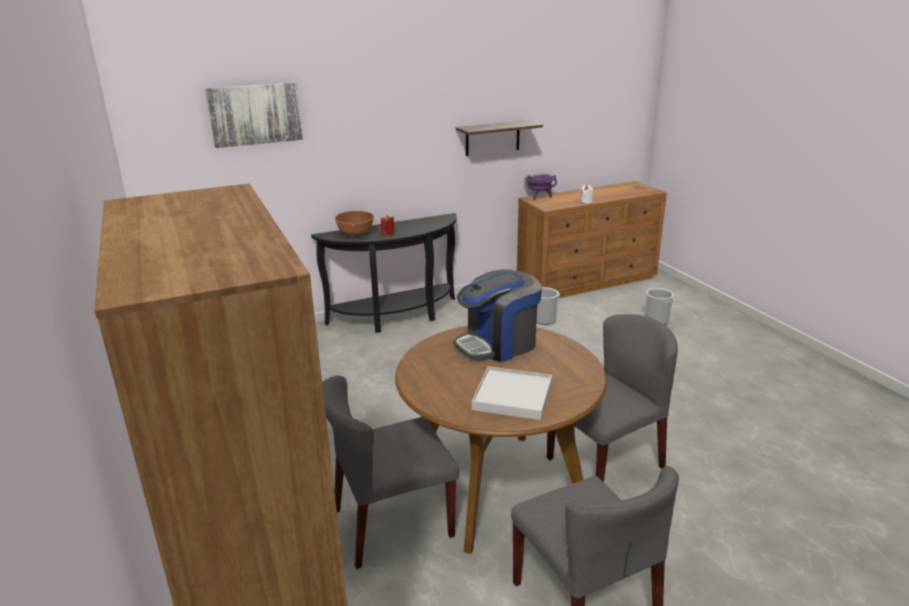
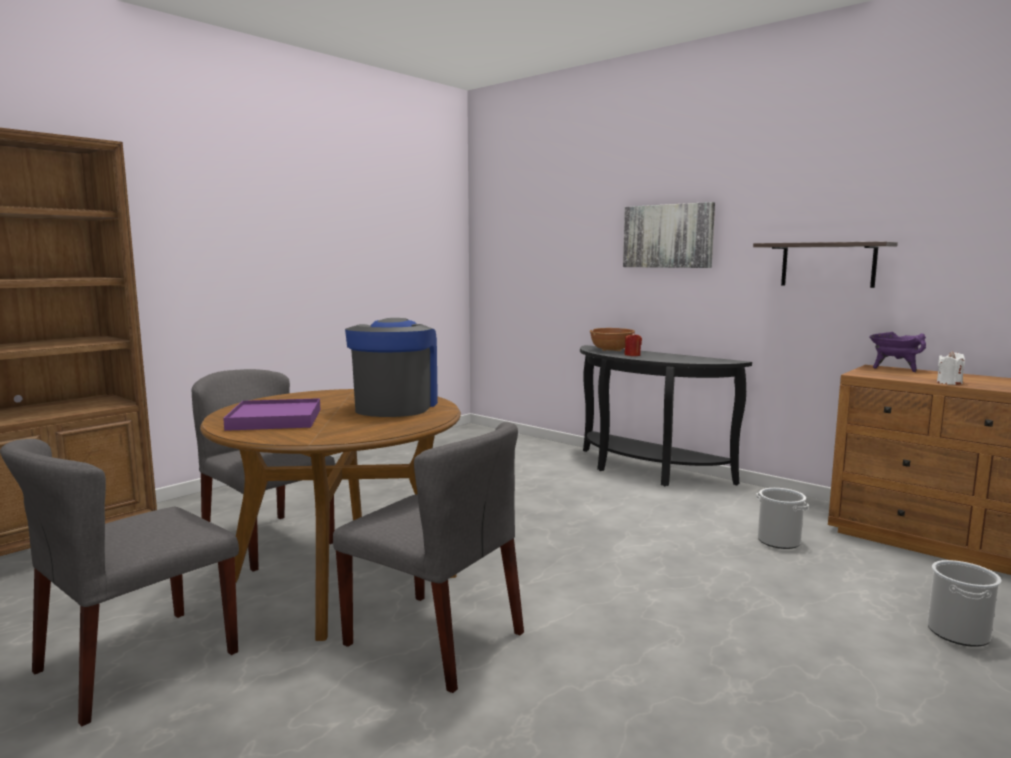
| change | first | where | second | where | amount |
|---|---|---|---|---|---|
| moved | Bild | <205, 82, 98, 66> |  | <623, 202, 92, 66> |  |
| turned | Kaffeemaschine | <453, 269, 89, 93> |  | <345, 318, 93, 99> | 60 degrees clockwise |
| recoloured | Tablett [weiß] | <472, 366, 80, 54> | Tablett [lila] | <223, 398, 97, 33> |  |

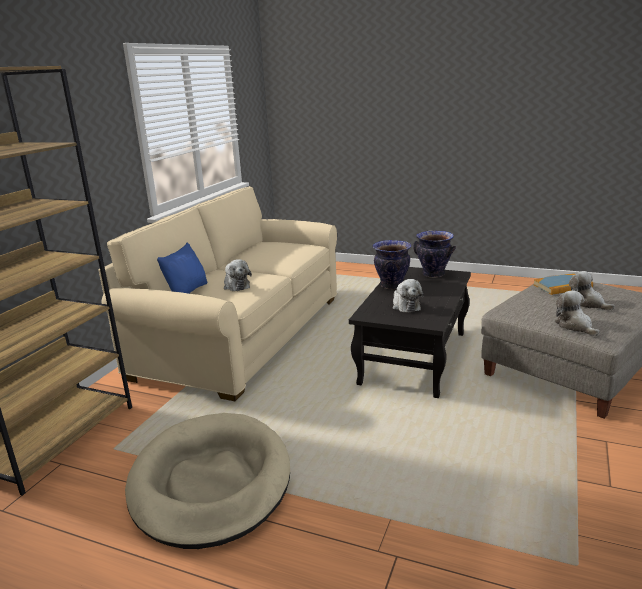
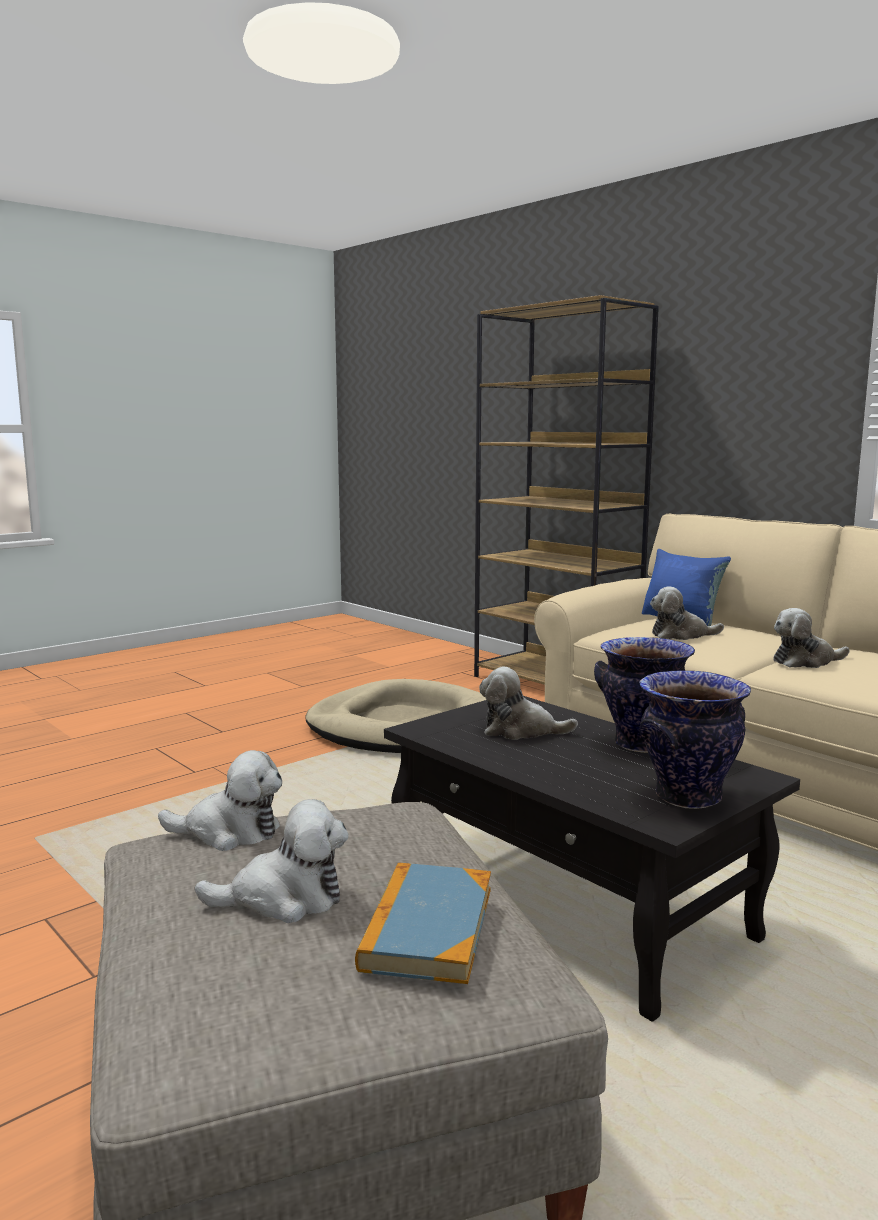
| change | first | where | second | where | amount |
|---|---|---|---|---|---|
| added |  |  | Plüschtier | <773, 608, 76, 60> |  |

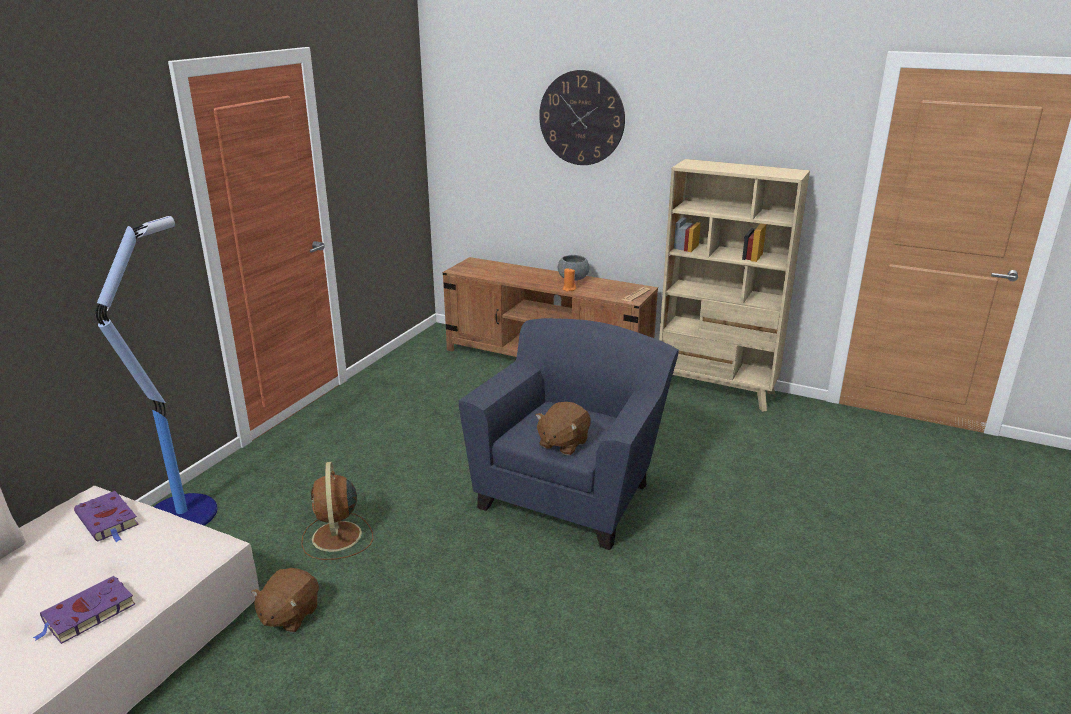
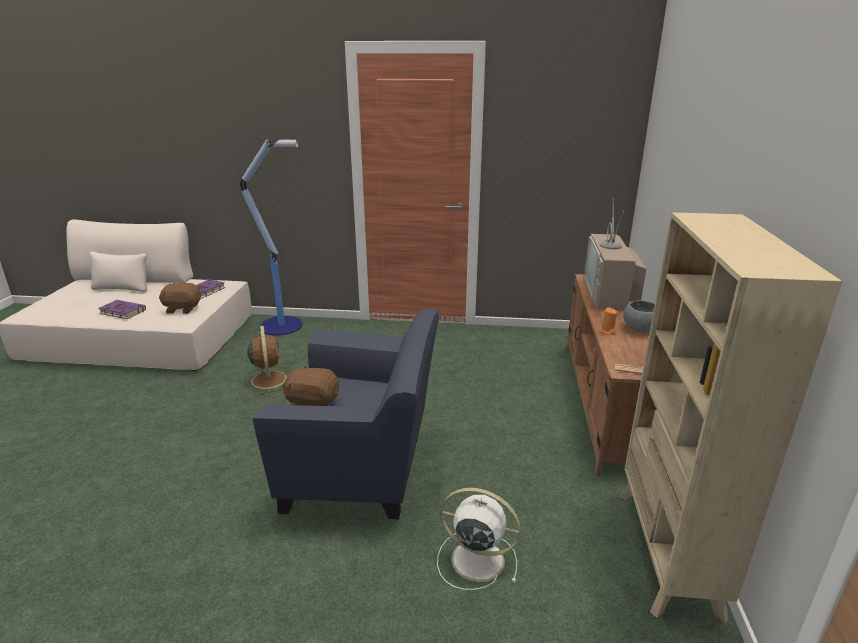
| change | first | where | second | where | amount |
|---|---|---|---|---|---|
| moved | Plüschtier [braun] | <251, 568, 68, 65> |  | <159, 282, 42, 32> |  |
| turned | Ventilator [braun] | <301, 462, 72, 98> |  | <243, 326, 49, 69> | 105 degrees clockwise |
| removed | Wanduhr | <539, 70, 86, 95> |  |  |  |
| added |  |  | Ventilator [weiß] | <437, 488, 84, 102> |  |
| added |  |  | Fernseher | <584, 204, 63, 106> |  |

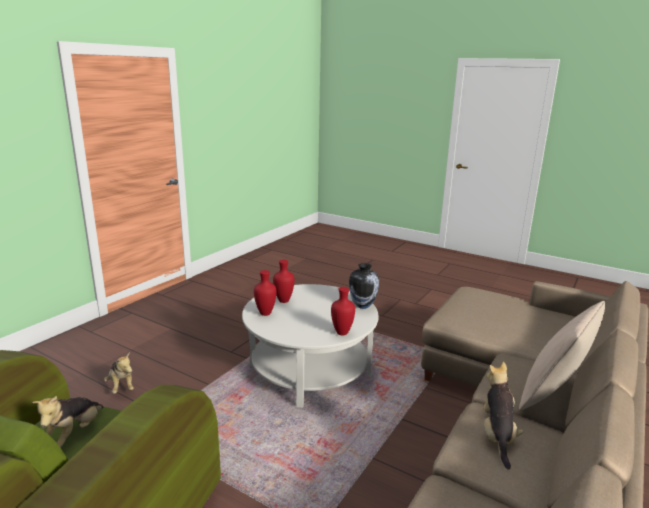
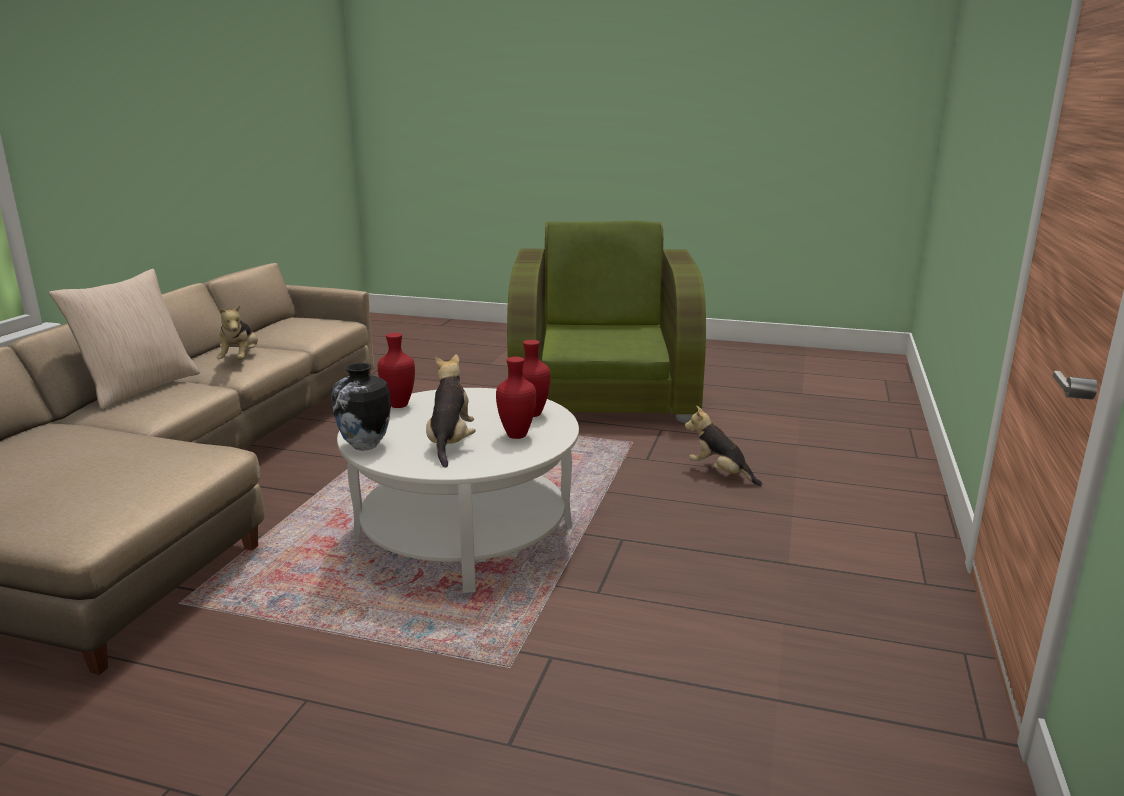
| change | first | where | second | where | amount |
|---|---|---|---|---|---|
| moved | Plüschtier | <32, 396, 71, 52> |  | <426, 354, 50, 114> |  |

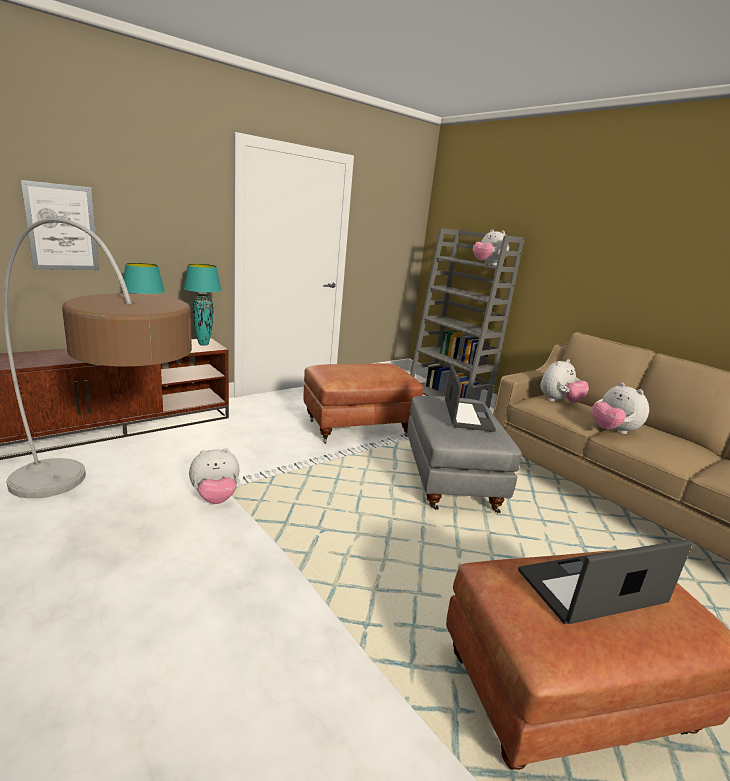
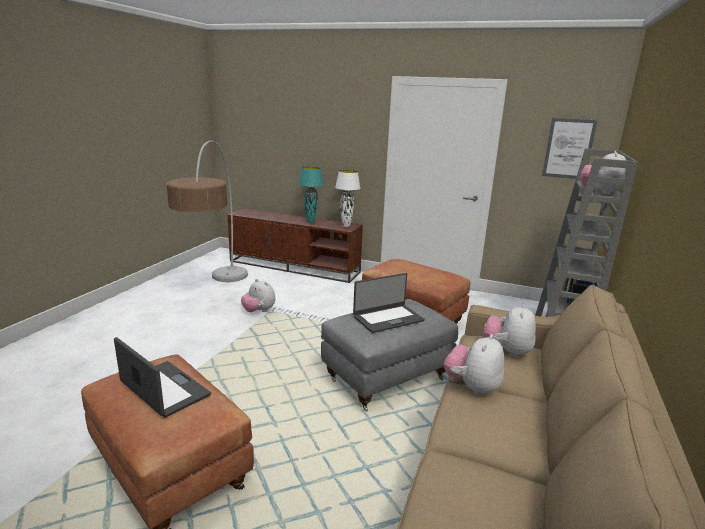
| change | first | where | second | where | amount |
|---|---|---|---|---|---|
| moved | Bild | <21, 180, 78, 90> |  | <542, 118, 56, 61> |  |
| recoloured | Tischlampe [türkis] | <183, 264, 39, 82> | Tischlampe [weiß] | <335, 170, 25, 57> |  |
| turned | Plüschtier | <540, 359, 49, 44> |  | <483, 304, 53, 54> | 90 degrees clockwise |

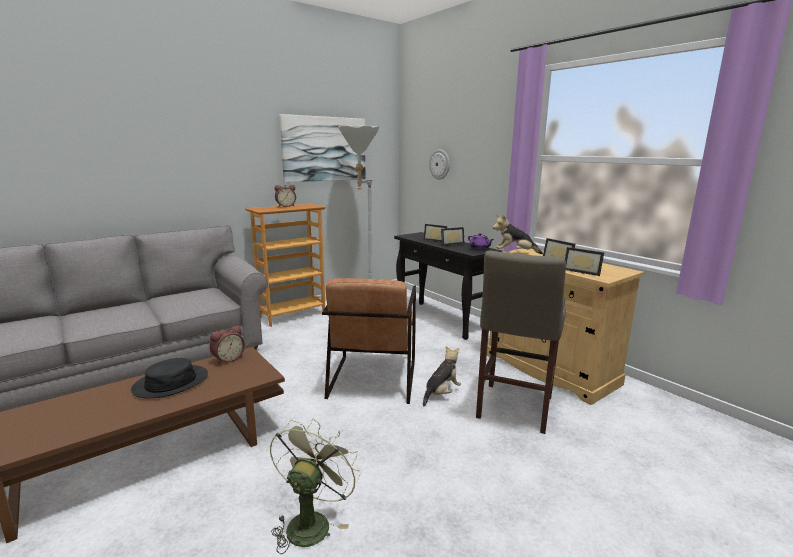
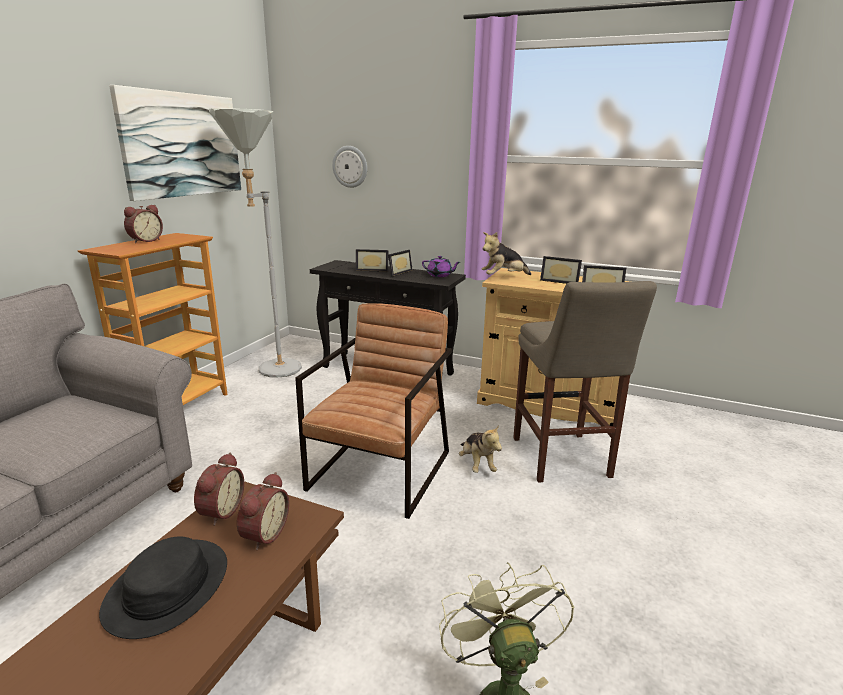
| change | first | where | second | where | amount |
|---|---|---|---|---|---|
| turned | Sessel [braun] | <322, 278, 94, 126> |  | <295, 303, 157, 216> | 135 degrees counterclockwise |
| turned | Plüschtier | <423, 346, 38, 60> |  | <459, 425, 43, 48> | 150 degrees clockwise |
| added |  |  | Wecker | <237, 472, 52, 78> |  |

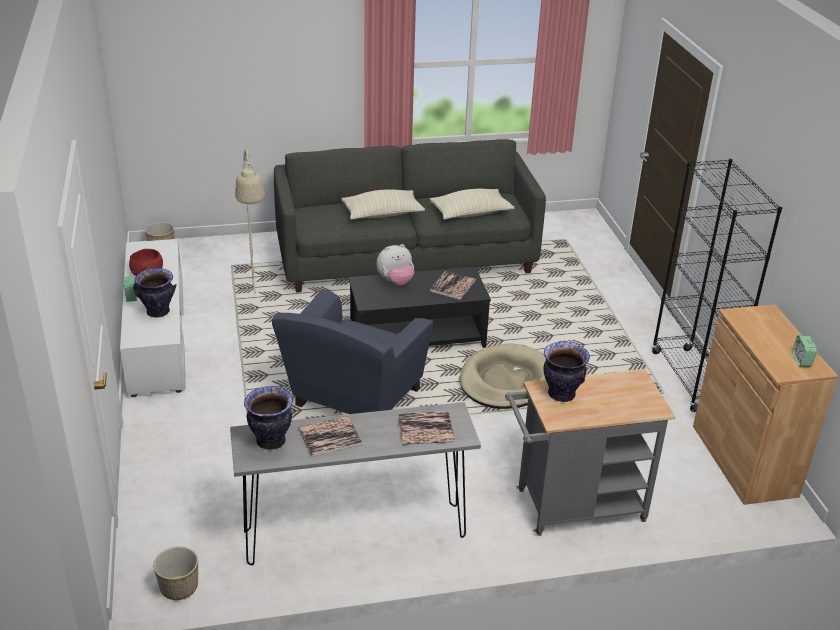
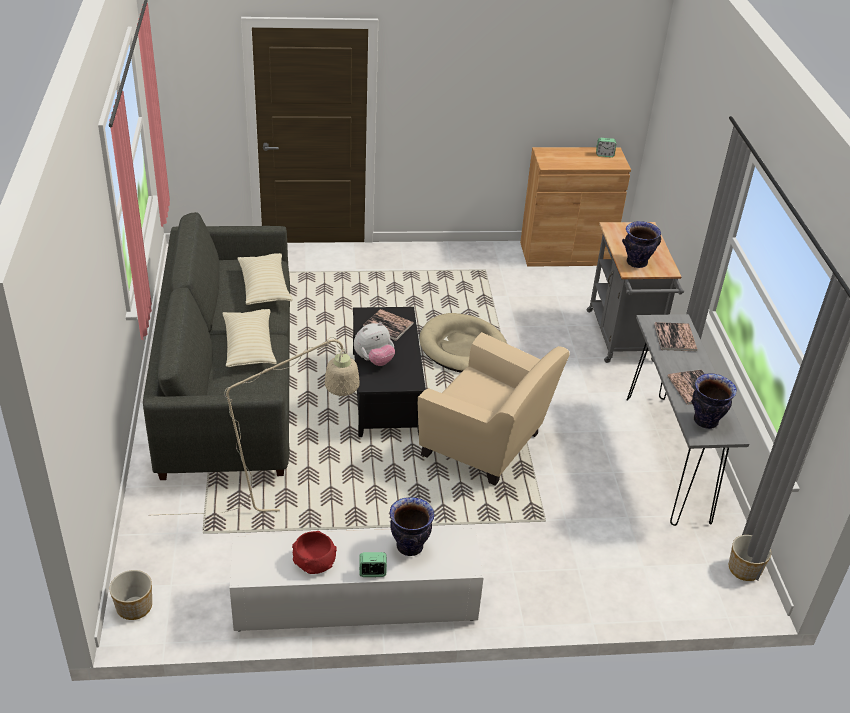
| change | first | where | second | where | amount |
|---|---|---|---|---|---|
| recoloured | Sessel [blau] | <272, 289, 161, 125> | Sessel [beige] | <418, 332, 151, 154> |  |
| turned | Plüschtier | <376, 244, 38, 42> |  | <354, 322, 41, 44> | 75 degrees clockwise |
| removed | Bücherregal [schwarz] | <652, 159, 130, 253> |  |  |  |

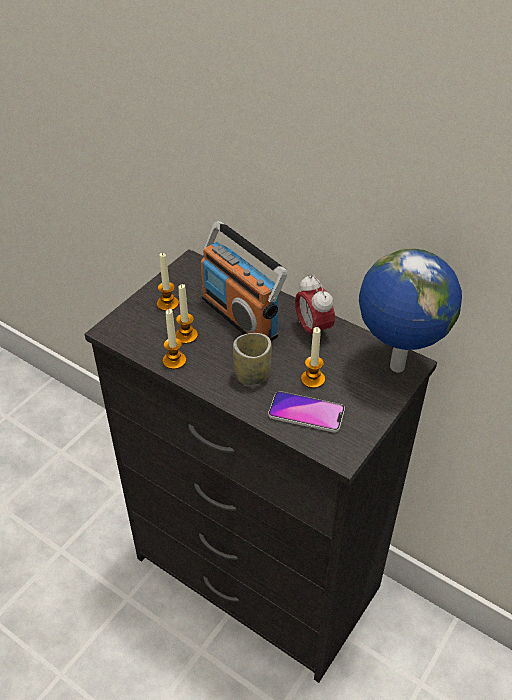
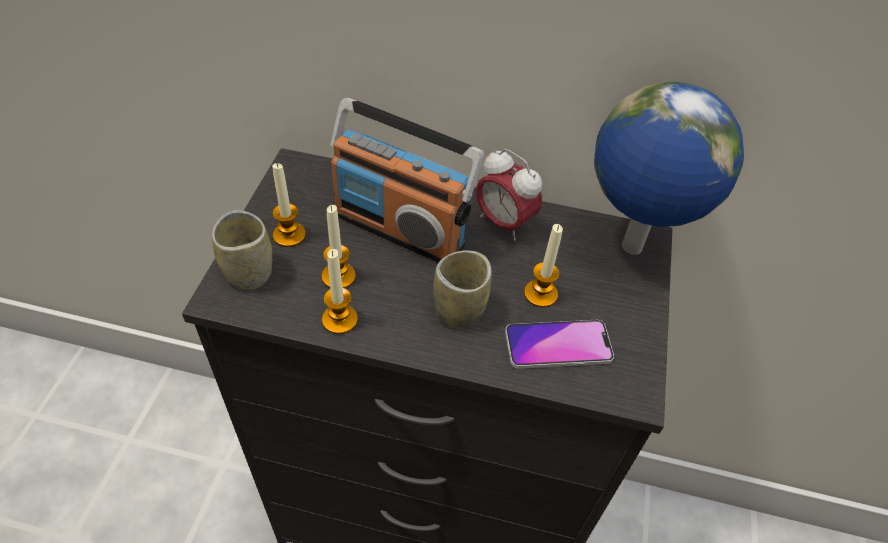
| change | first | where | second | where | amount |
|---|---|---|---|---|---|
| added |  |  | Tasse | <212, 210, 60, 80> |  |

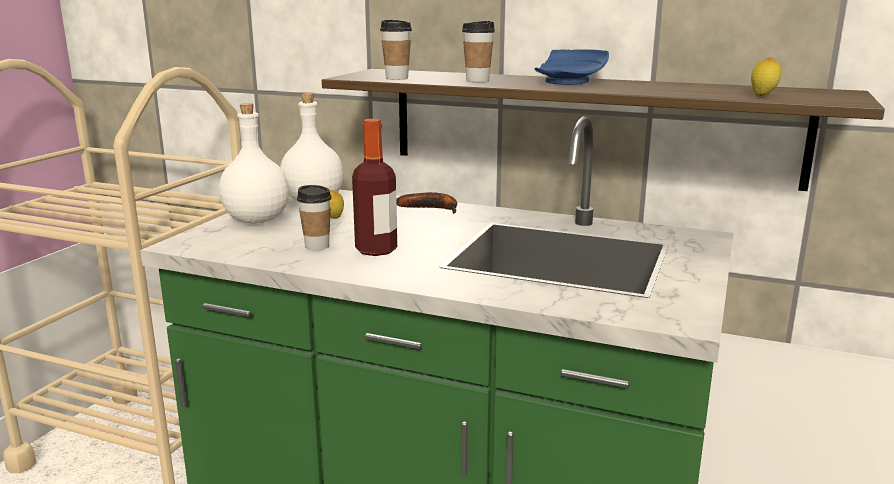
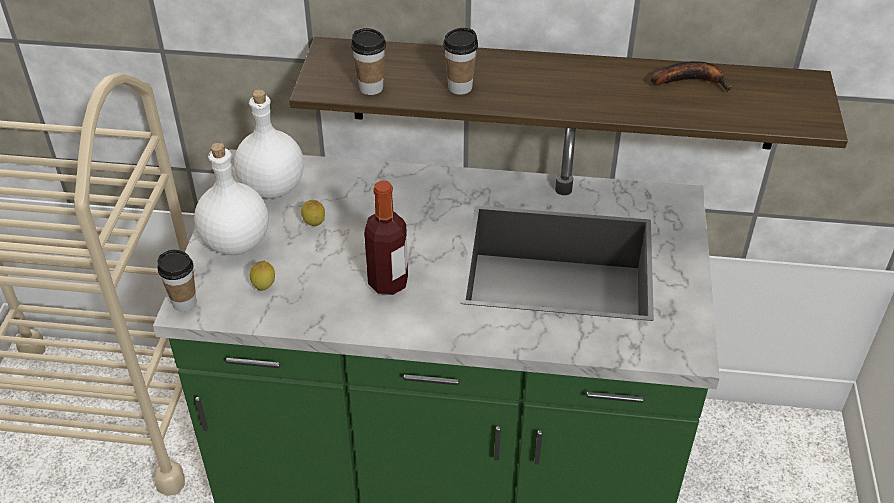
| change | first | where | second | where | amount |
|---|---|---|---|---|---|
| moved | Tasse | <297, 185, 35, 65> |  | <157, 250, 40, 62> |  |
| moved | Banane | <397, 192, 60, 22> |  | <651, 61, 81, 31> |  |
| removed | Teller [blau] | <534, 49, 75, 36> |  |  |  |
| moved | Zitrone | <751, 57, 30, 39> |  | <250, 260, 25, 31> |  |

